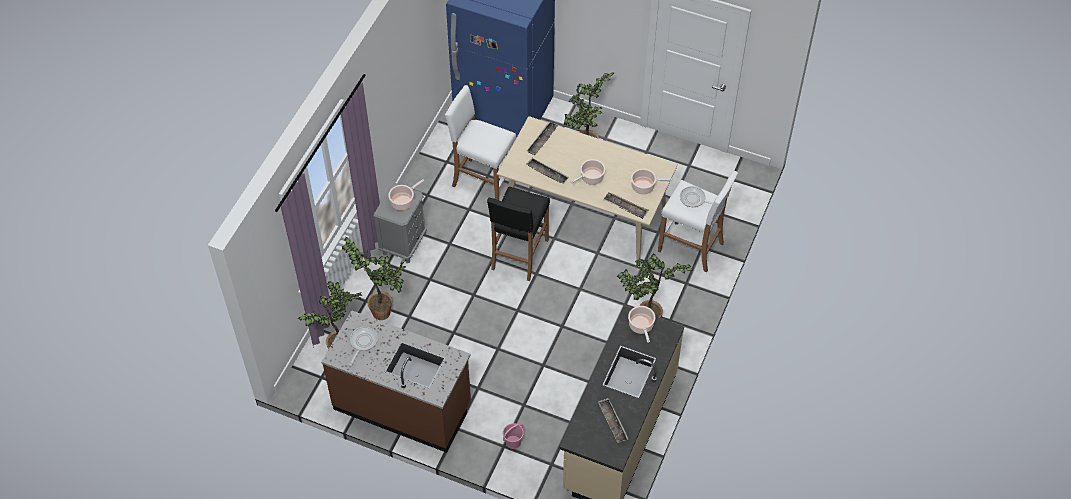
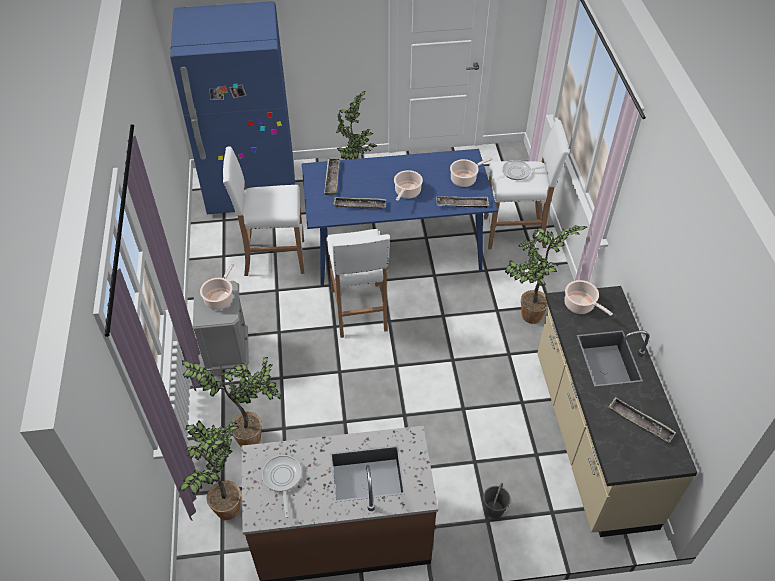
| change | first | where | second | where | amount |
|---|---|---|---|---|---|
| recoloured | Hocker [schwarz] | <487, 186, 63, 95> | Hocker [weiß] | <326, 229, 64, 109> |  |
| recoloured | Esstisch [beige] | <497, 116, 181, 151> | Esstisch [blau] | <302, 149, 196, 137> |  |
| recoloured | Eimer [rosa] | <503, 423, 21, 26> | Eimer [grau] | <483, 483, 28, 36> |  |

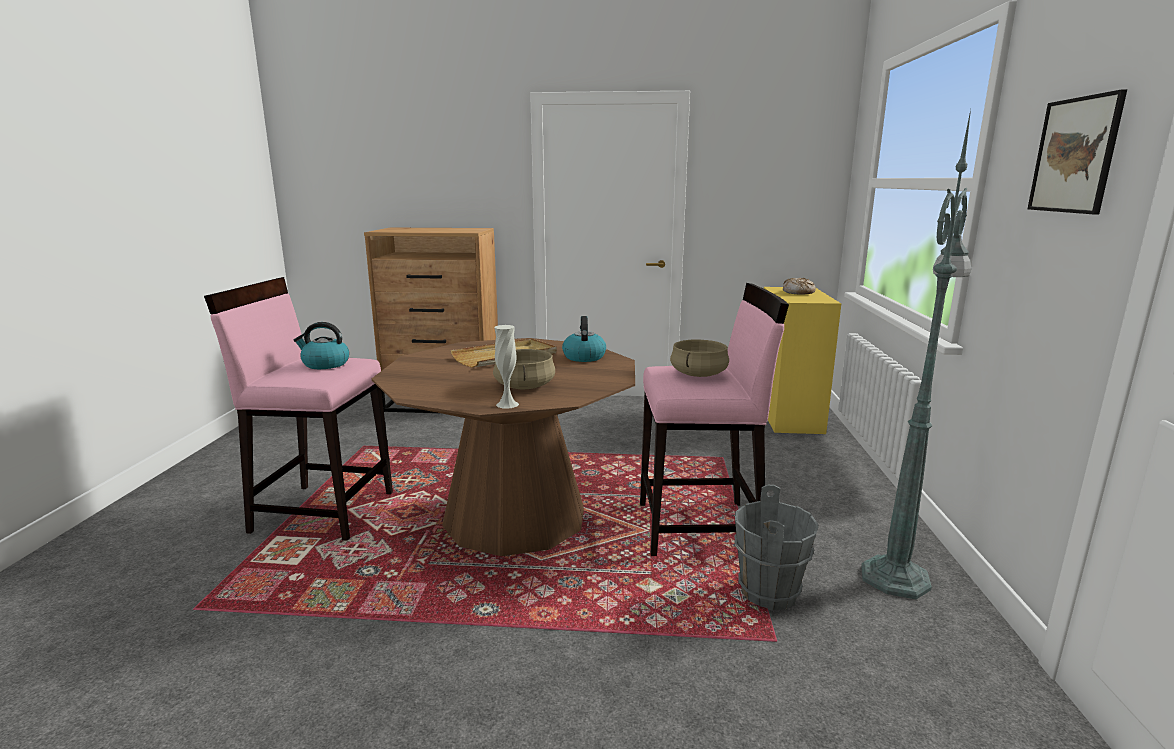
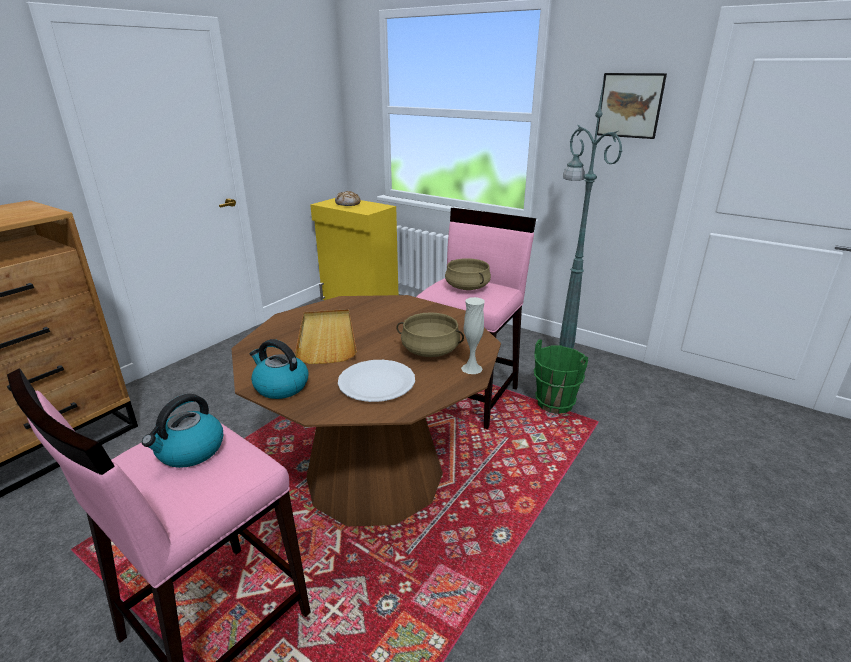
| change | first | where | second | where | amount |
|---|---|---|---|---|---|
| moved | Wasserkessel | <562, 316, 44, 46> |  | <250, 339, 59, 60> |  |
| recoloured | Eimer [grau] | <735, 485, 84, 126> | Eimer [grün] | <534, 339, 54, 75> |  |
| added |  |  | Teller [weiß] | <338, 360, 77, 42> |  |

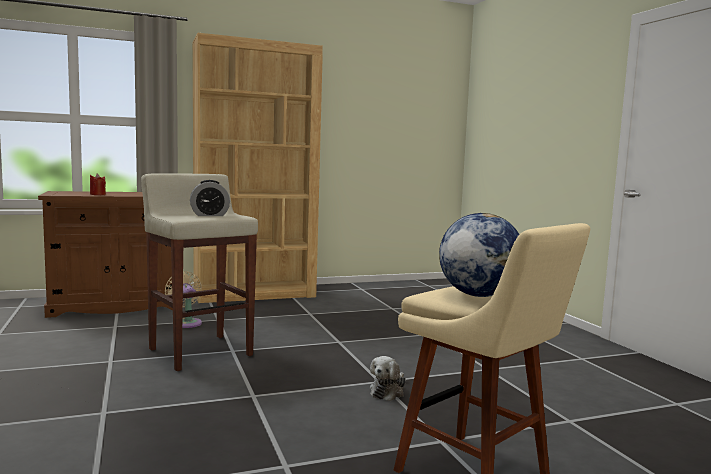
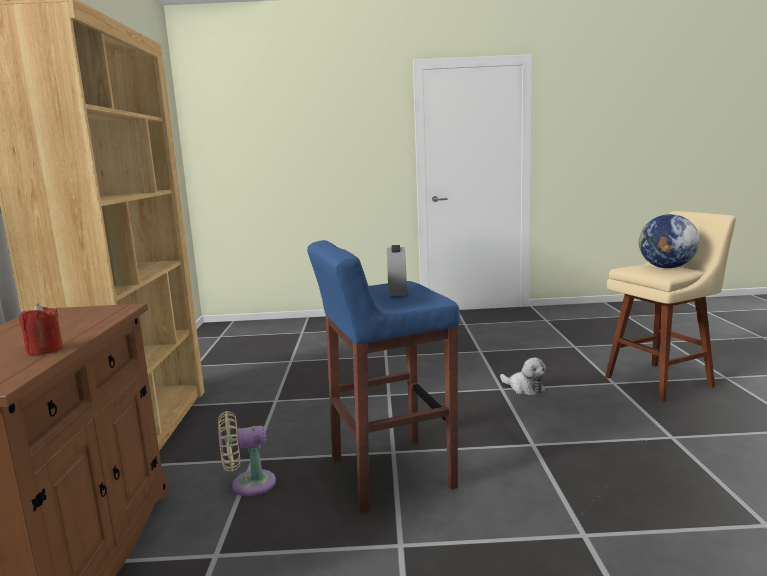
| change | first | where | second | where | amount |
|---|---|---|---|---|---|
| recoloured | Hocker [beige] | <141, 173, 117, 198> | Hocker [blau] | <307, 240, 153, 272> |  |

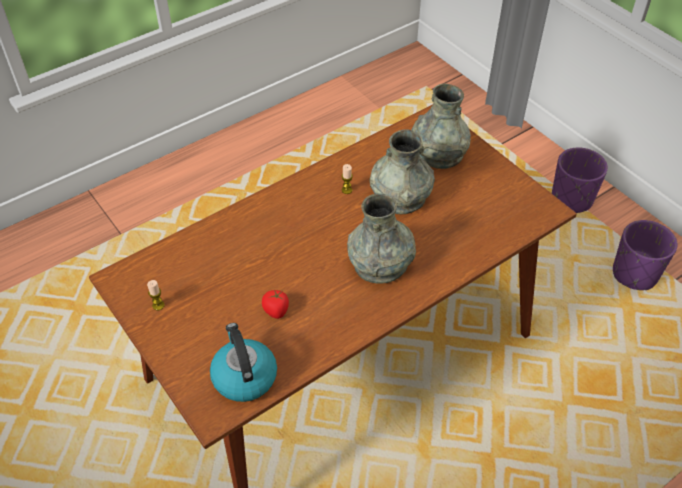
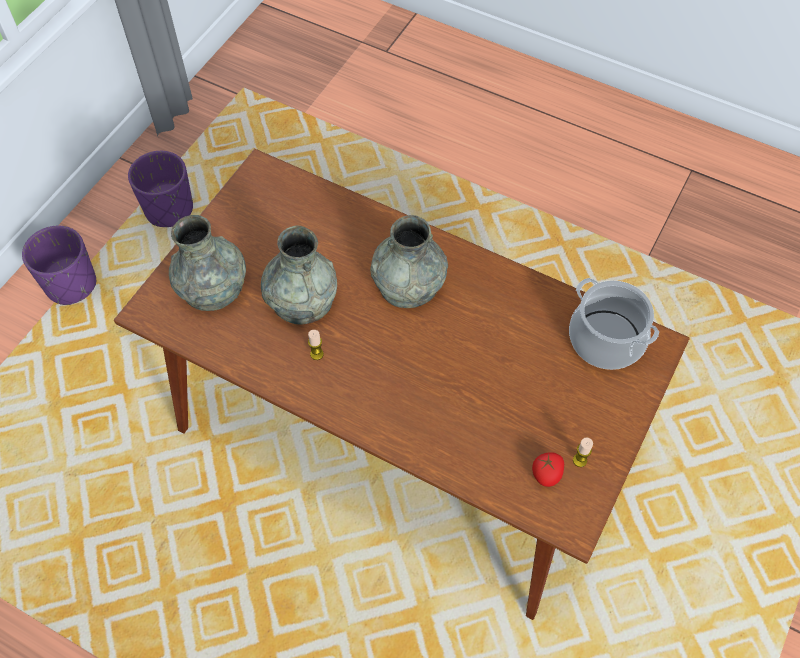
| change | first | where | second | where | amount |
|---|---|---|---|---|---|
| replaced | Wasserkessel | <210, 323, 67, 79> | Kochtopf | <569, 278, 90, 92> |  |
| moved | Tomate | <262, 289, 27, 30> |  | <532, 452, 32, 35> |  |

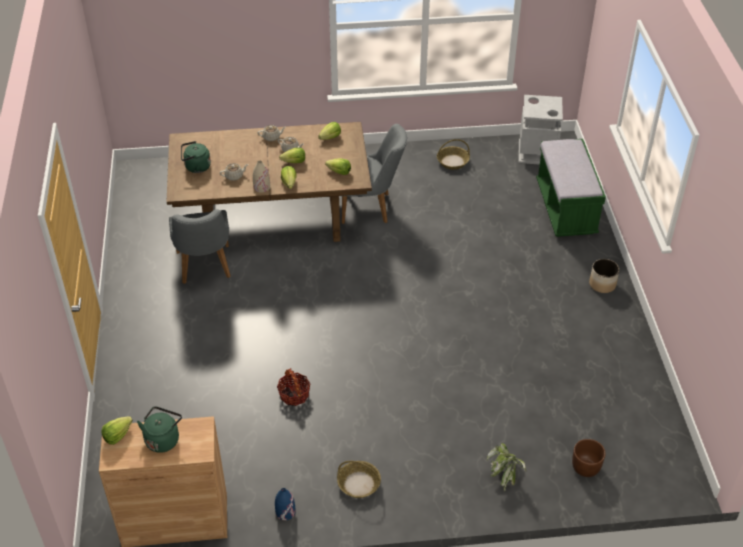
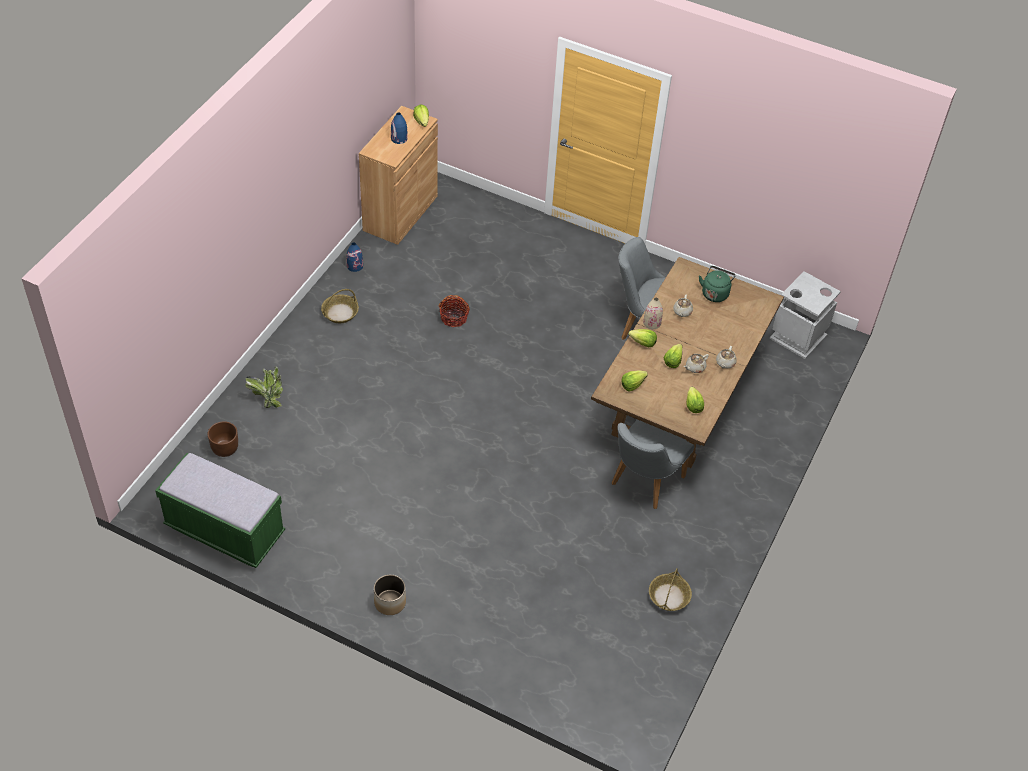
| change | first | where | second | where | amount |
|---|---|---|---|---|---|
| replaced | Wasserkessel [grün] | <137, 406, 45, 47> | Vase [blau] | <391, 112, 17, 32> |  |
| moved | Mülleimer [grau] | <518, 95, 45, 70> |  | <770, 271, 71, 88> |  |
| moved | Bank [grün] | <536, 139, 70, 98> |  | <155, 453, 130, 115> |  |

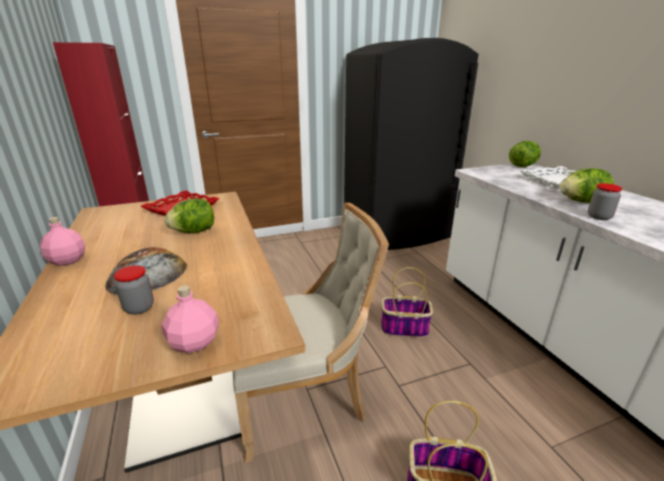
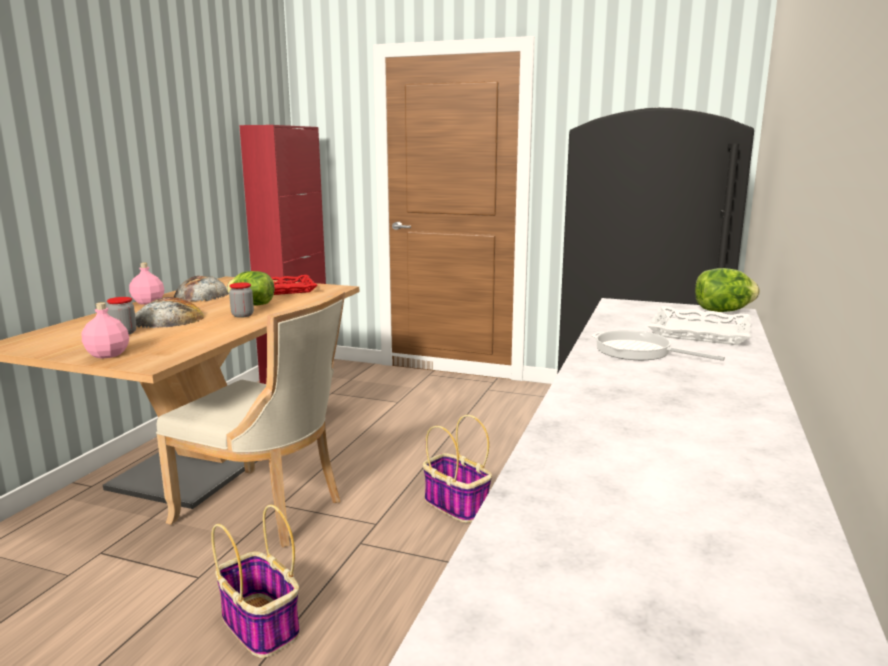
| change | first | where | second | where | amount |
|---|---|---|---|---|---|
| replaced | Salatkopf | <559, 168, 55, 35> | Pfanne | <592, 330, 133, 31> |  |
| moved | Vorratsglas | <588, 183, 34, 37> |  | <229, 282, 25, 36> |  |
| added |  |  | Brot | <174, 276, 55, 26> |  |

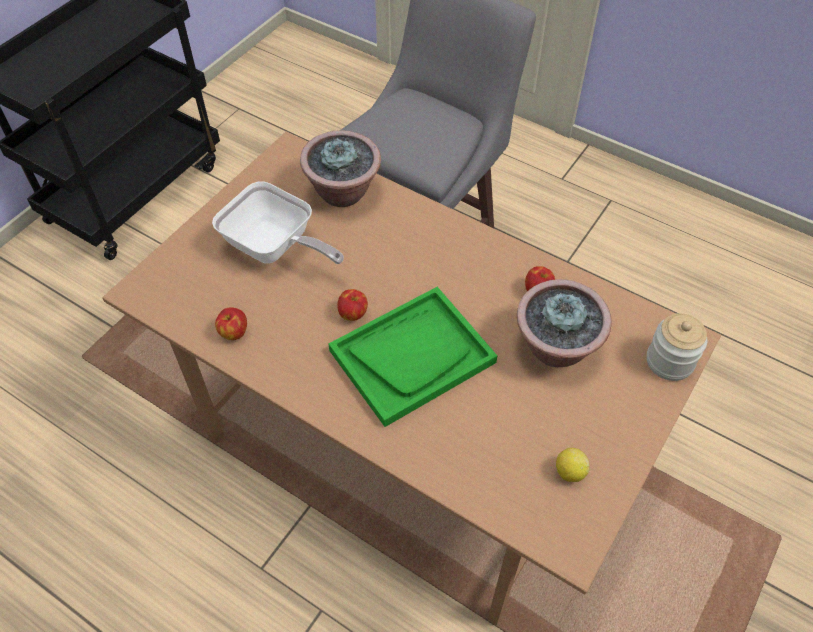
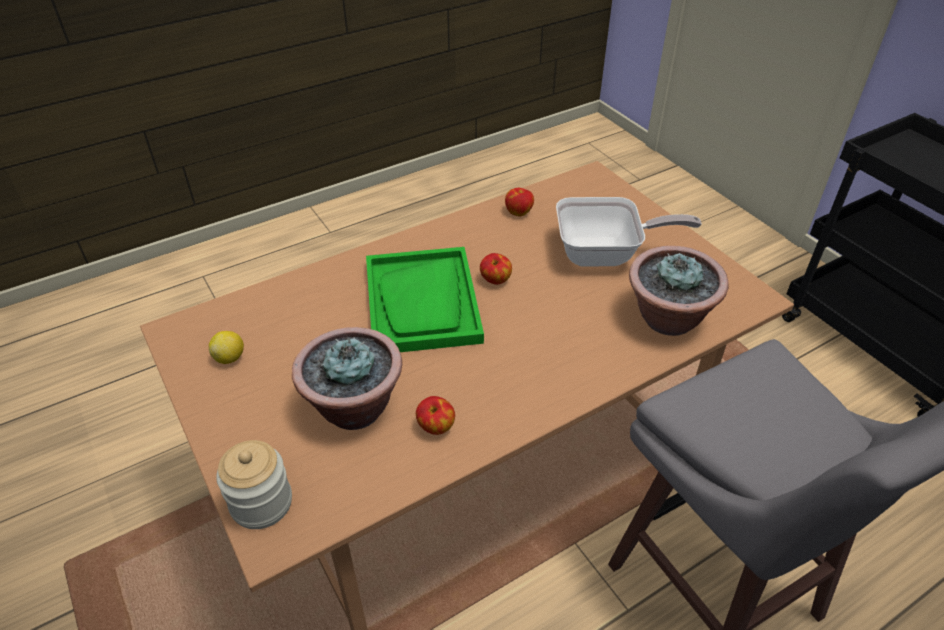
| change | first | where | second | where | amount |
|---|---|---|---|---|---|
| turned | Pfanne | <212, 182, 132, 82> |  | <556, 197, 146, 70> | 150 degrees counterclockwise |

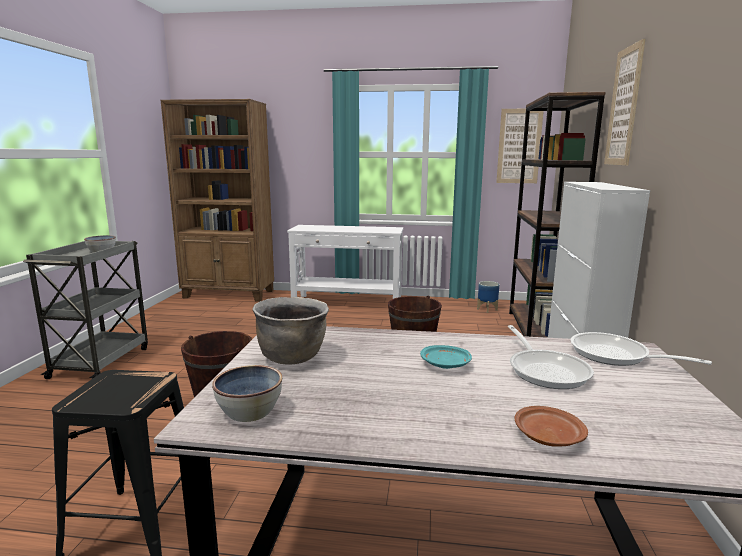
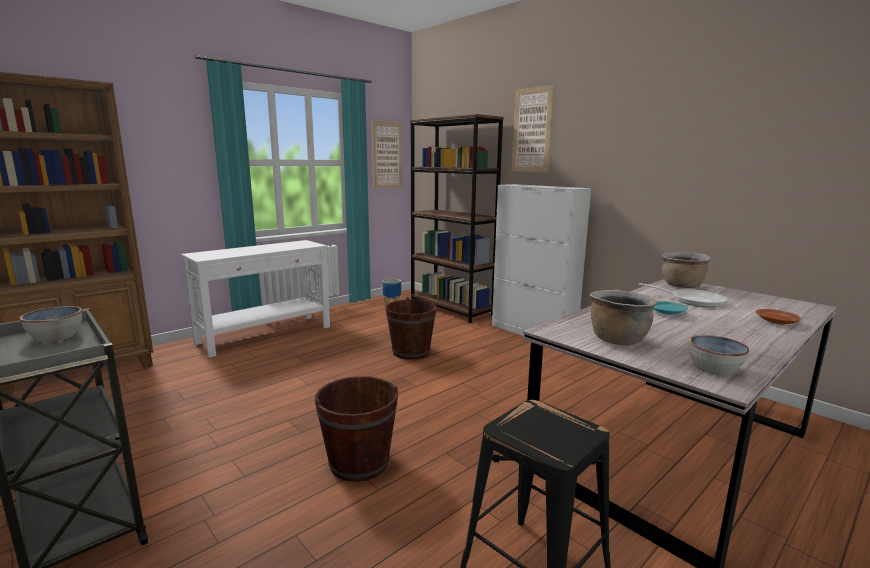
| change | first | where | second | where | amount |
|---|---|---|---|---|---|
| replaced | Pfanne | <570, 332, 142, 34> | Kochtopf [braun] | <662, 252, 49, 36> |  |

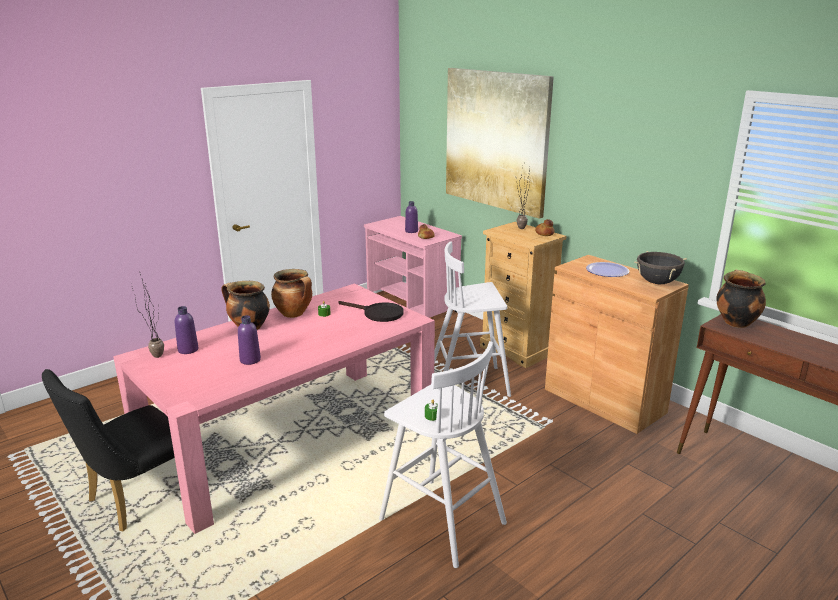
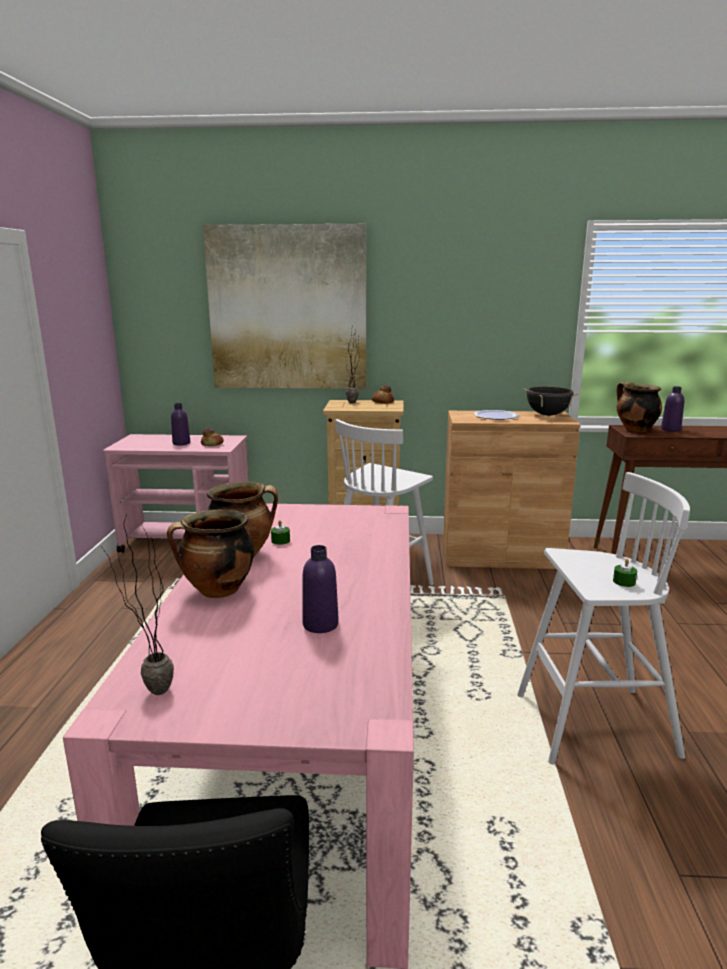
| change | first | where | second | where | amount |
|---|---|---|---|---|---|
| moved | Flasche [lila] | <175, 306, 23, 48> |  | <661, 386, 24, 46> |  |
| removed | Pfanne [schwarz] | <338, 301, 66, 21> |  |  |  |

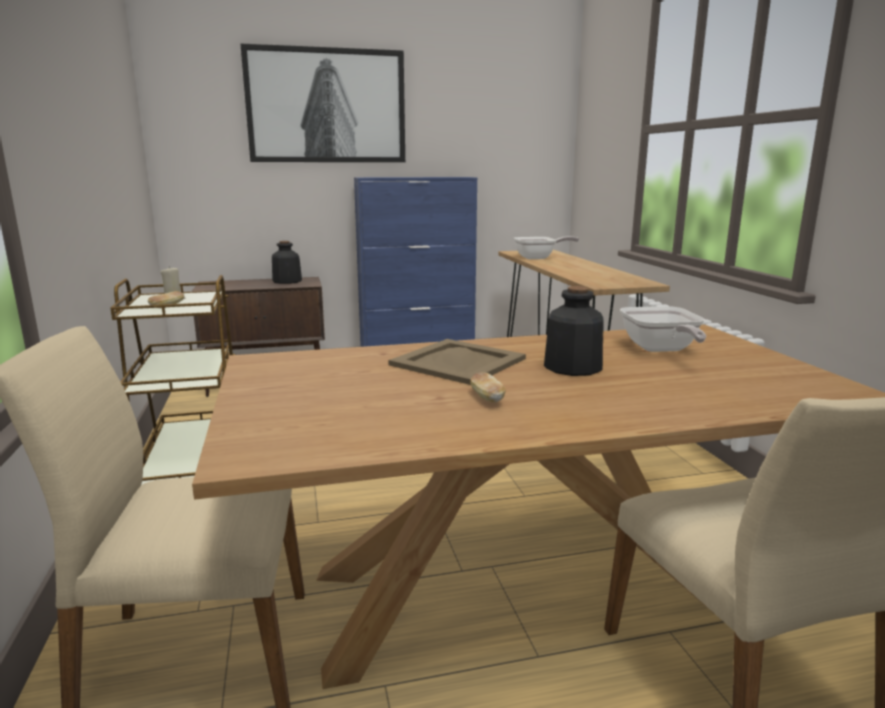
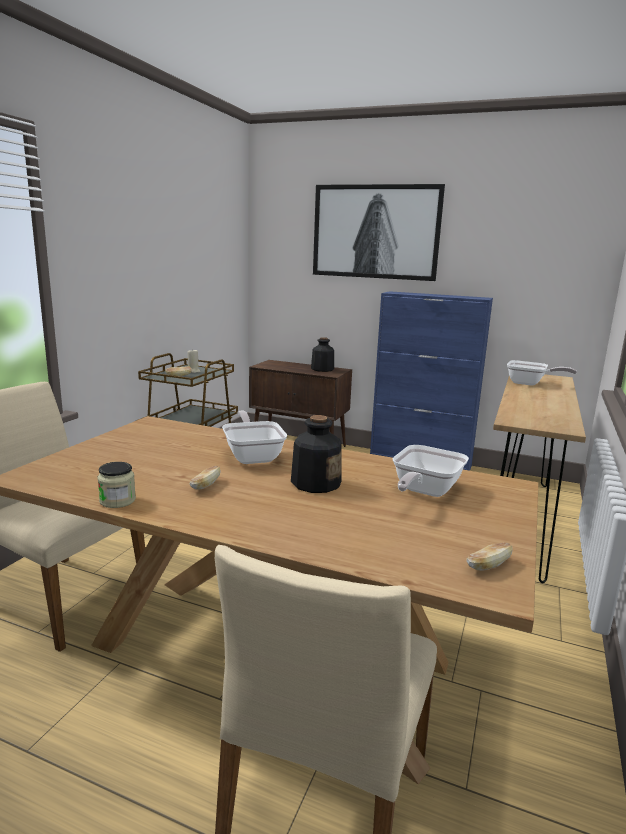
| change | first | where | second | where | amount |
|---|---|---|---|---|---|
| replaced | Tablett [beige] | <388, 339, 138, 46> | Pfanne | <222, 411, 65, 53> |  |
| added |  |  | Vorratsglas | <97, 462, 39, 46> |  |
| added |  |  | Brot | <466, 542, 47, 29> |  |

